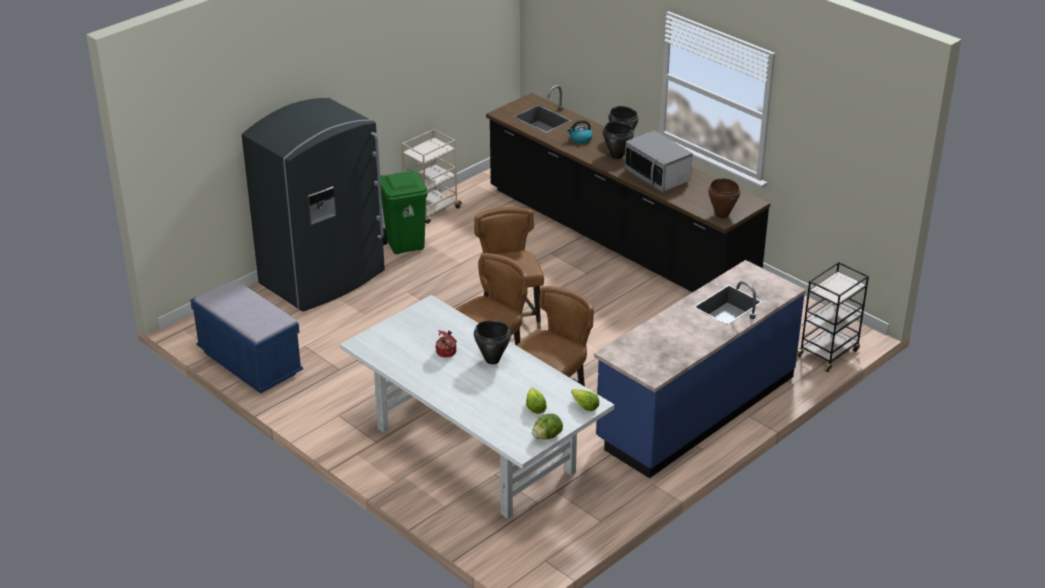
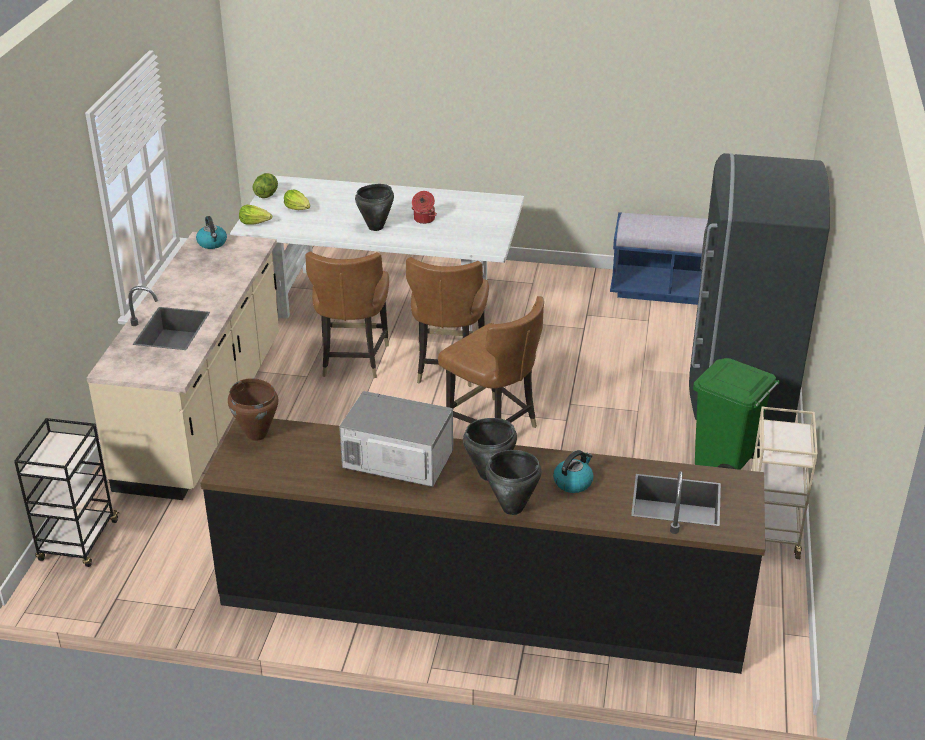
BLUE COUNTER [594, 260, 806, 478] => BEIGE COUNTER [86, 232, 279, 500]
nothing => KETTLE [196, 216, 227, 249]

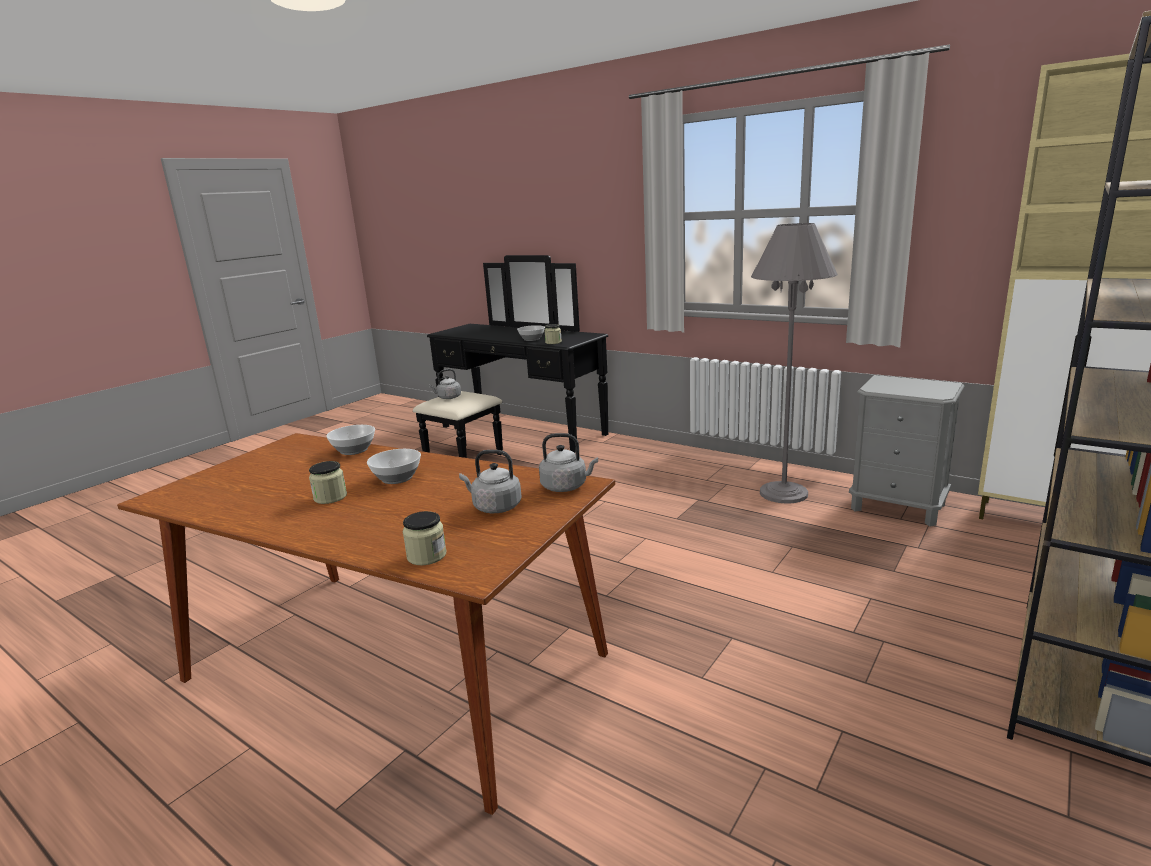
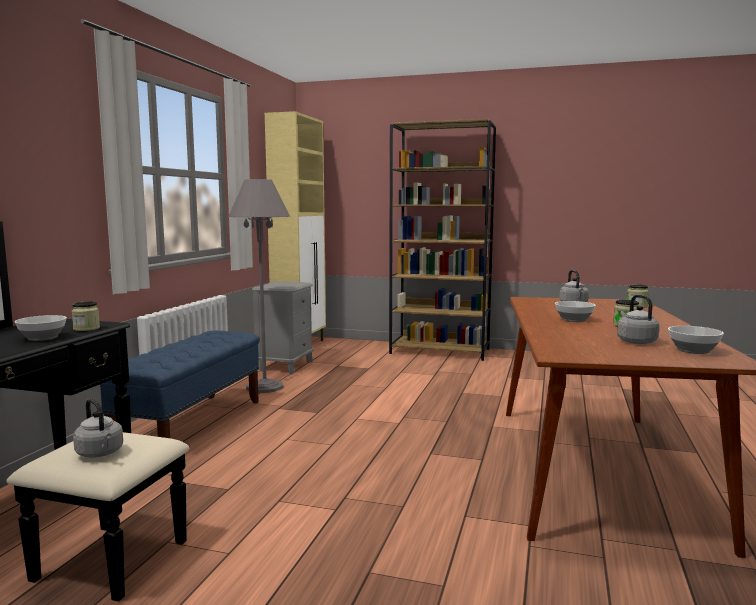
BOWL [326, 425, 375, 455] => BOWL [668, 326, 724, 354], moved
GREY KETTLE [539, 433, 598, 492] => GREY KETTLE [617, 295, 659, 344], moved
nothing => BLUE BENCH [100, 331, 260, 438]

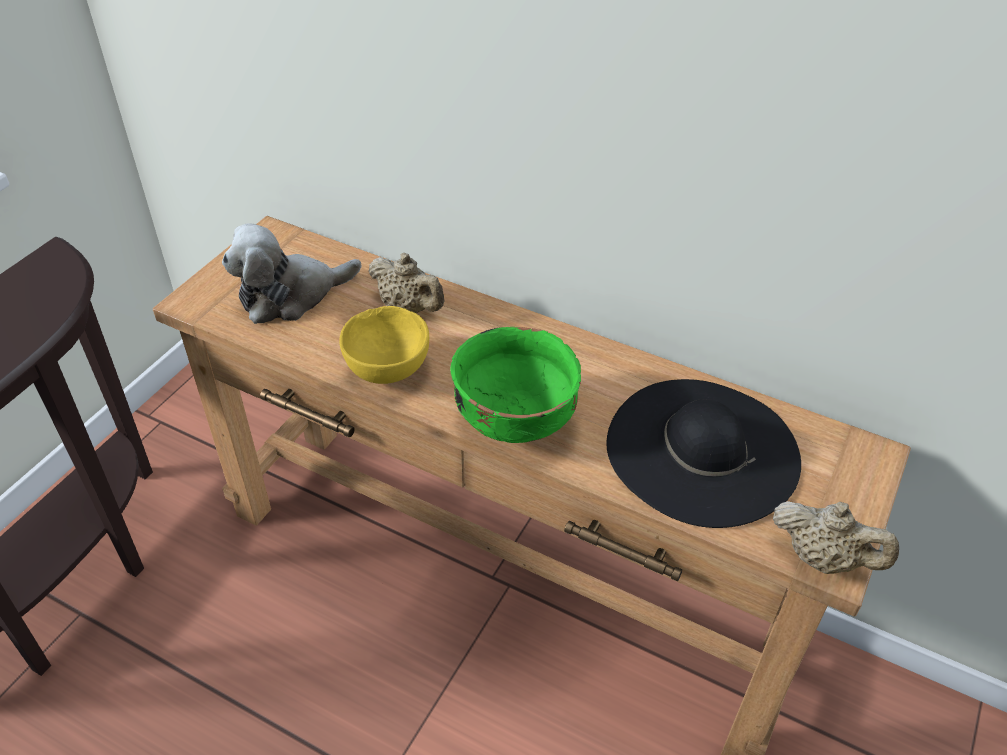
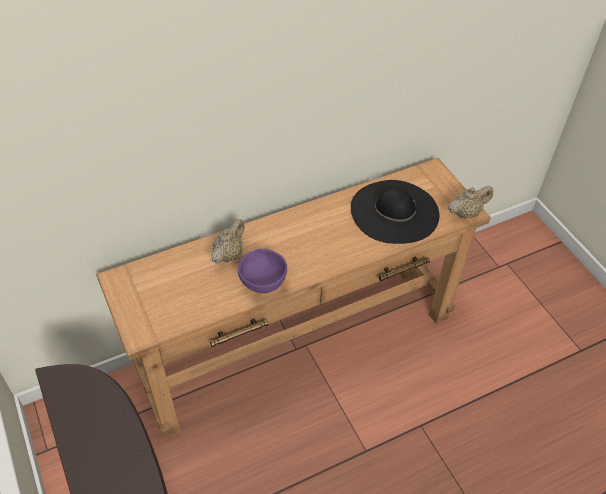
PLUSH TOY [222, 223, 362, 324] => nothing
BEIGE TEAPOT [368, 253, 444, 313] => BEIGE TEAPOT [211, 219, 245, 264], 45 degrees counterclockwise
YELLOW BOWL [339, 306, 429, 384] => PURPLE BOWL [238, 249, 287, 293]
GREEN BOWL [450, 327, 581, 443] => nothing

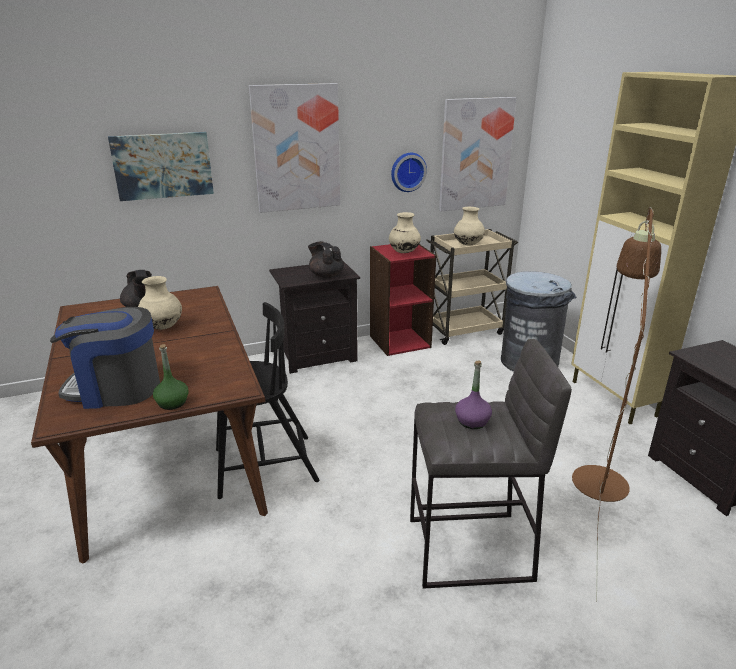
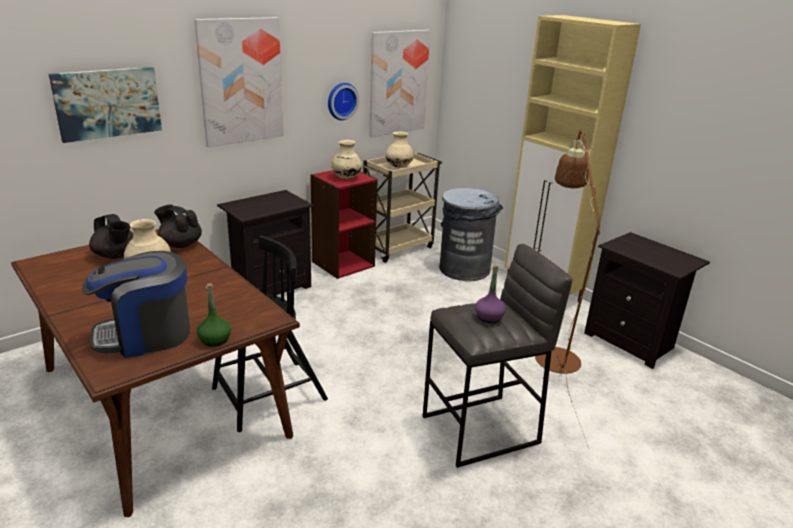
BLACK TEAPOT [308, 241, 344, 278] => BLACK TEAPOT [154, 205, 202, 248], moved

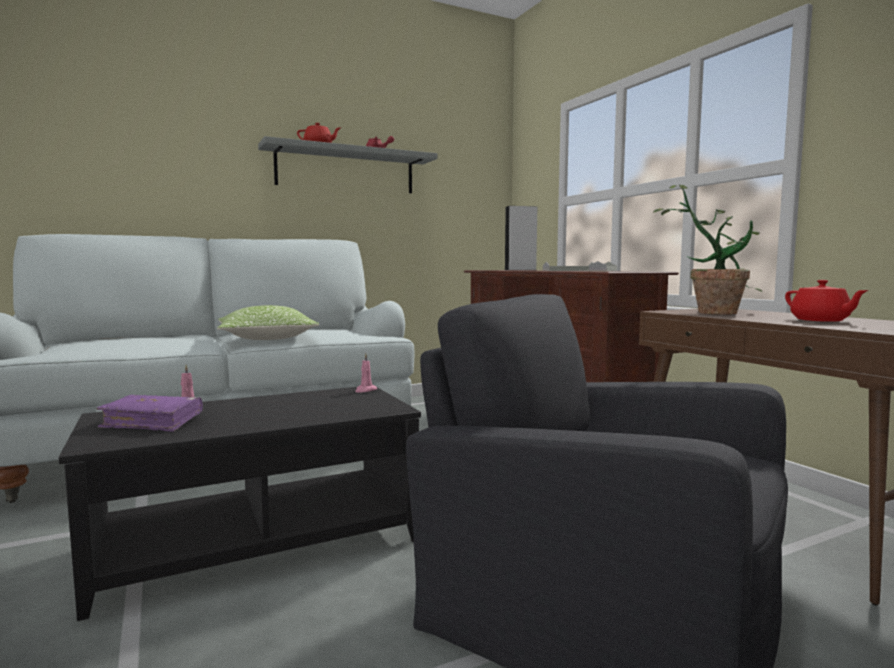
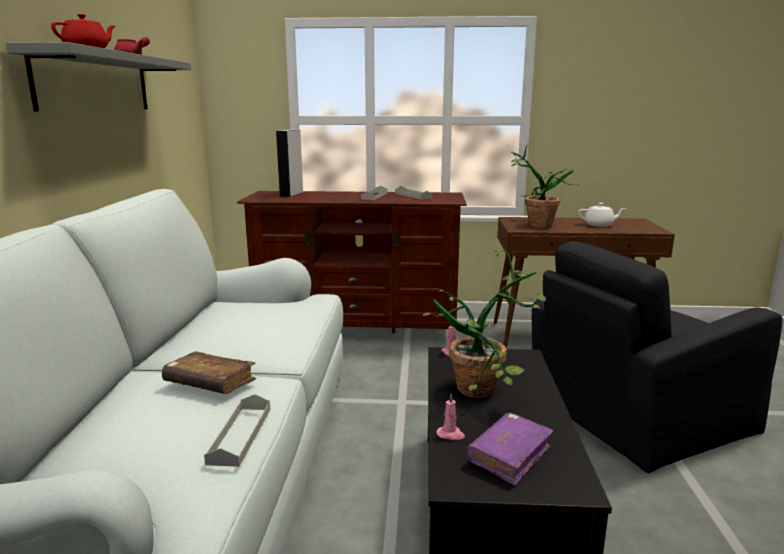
RED TEAPOT [785, 280, 869, 322] => WHITE TEAPOT [578, 203, 626, 227]
PILLOW [217, 305, 319, 340] => nothing
nothing => POTTED PLANT [423, 250, 546, 398]
nothing => BROWN BOOK [162, 351, 256, 394]
nothing => GREY TRAY [204, 394, 271, 467]

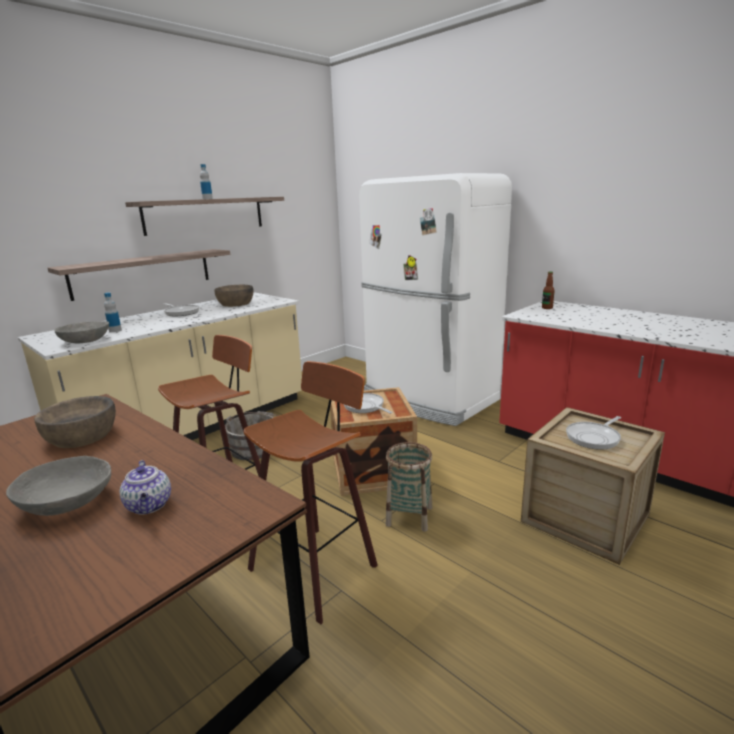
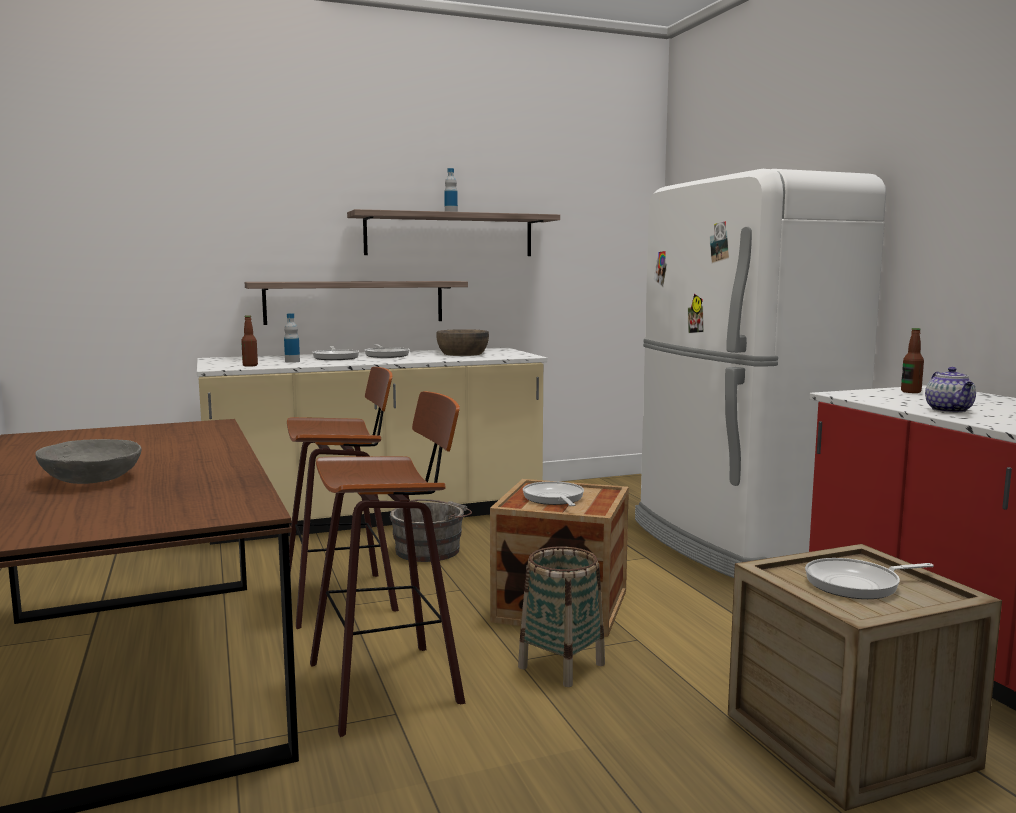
GREY BOWL [54, 321, 109, 343] => BOTTLE [241, 315, 258, 367]
BROWN BOWL [34, 396, 116, 448] => nothing
TEAPOT [120, 460, 171, 515] => TEAPOT [925, 367, 976, 413], moved
nothing => FRYING PAN [312, 346, 359, 360]

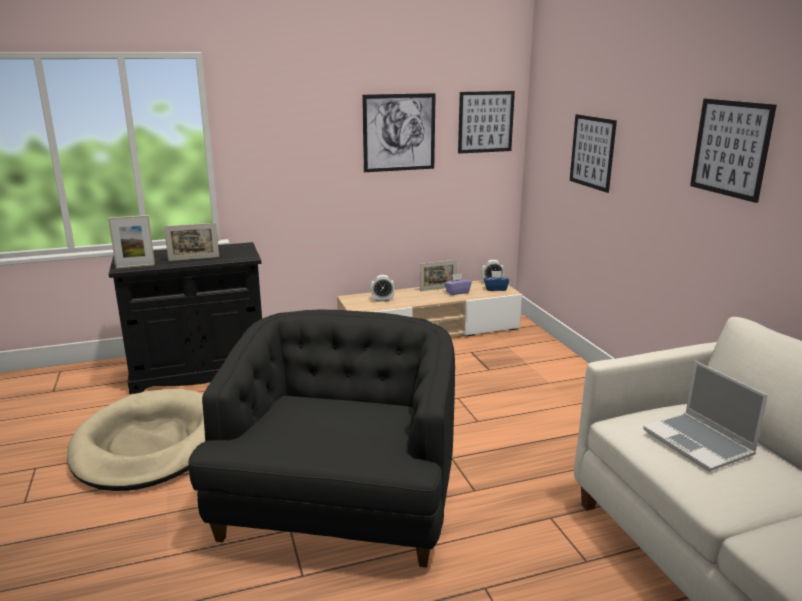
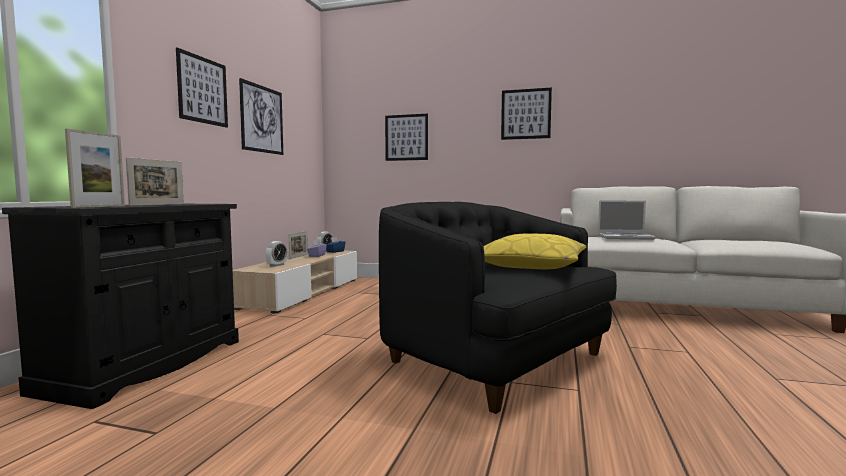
PICTURE [458, 91, 515, 154] => PICTURE [176, 47, 228, 128], moved
BEIGE DOG BED [67, 389, 205, 491] => nothing
nothing => YELLOW PILLOW [483, 234, 586, 269]

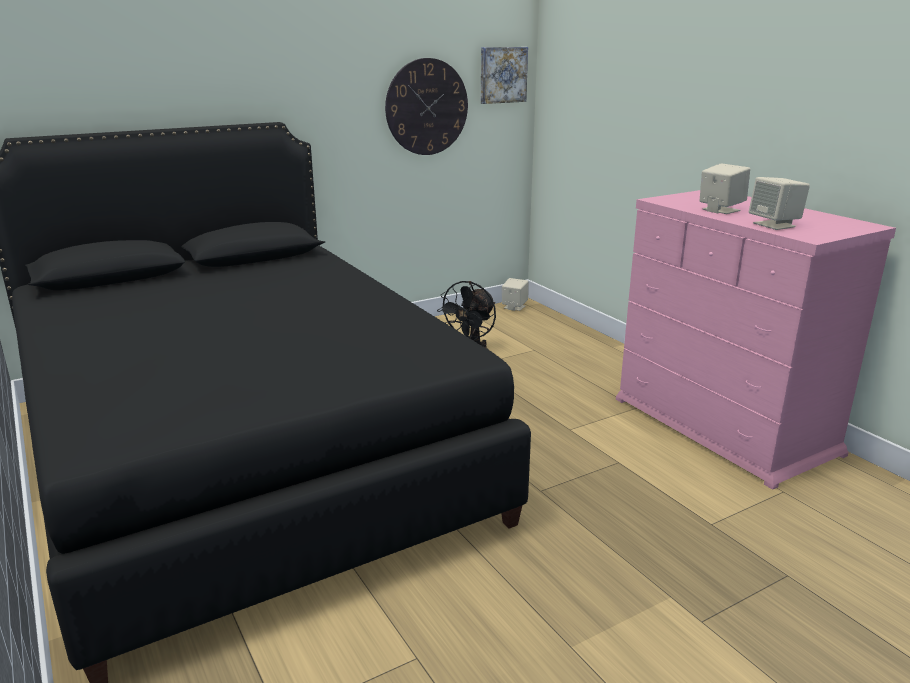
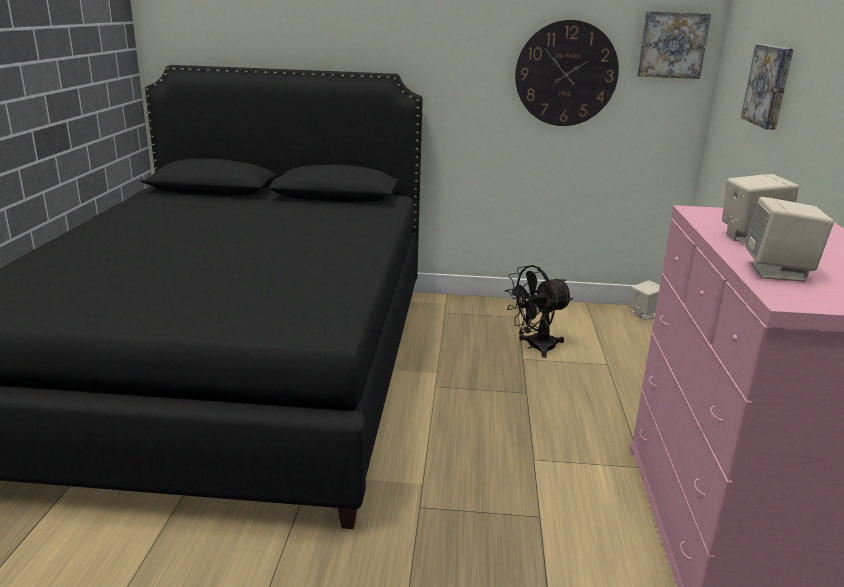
nothing => PICTURE [741, 44, 793, 130]

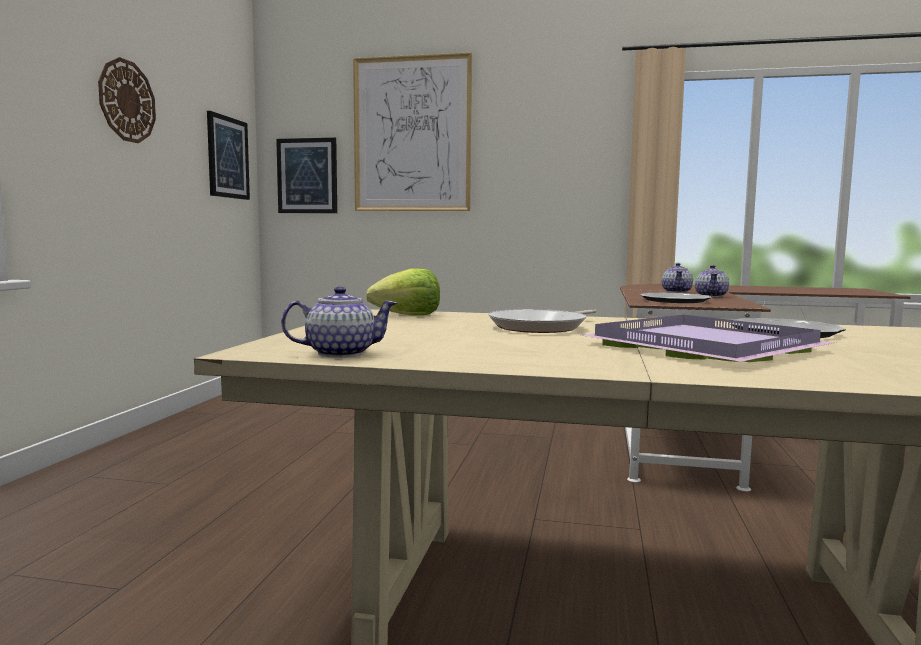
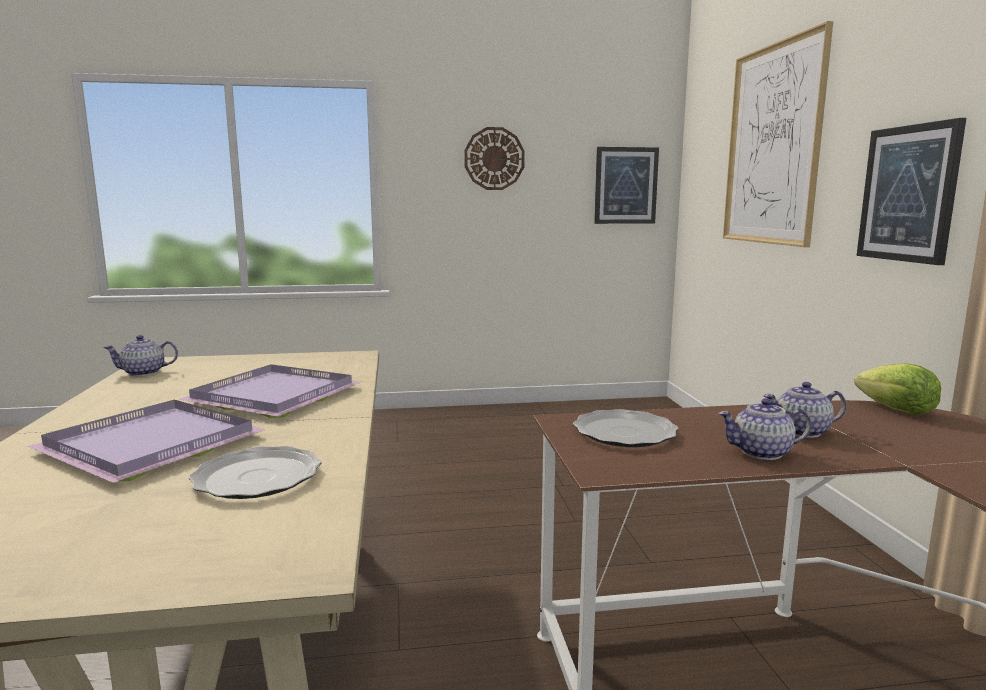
PICTURE [276, 137, 337, 213] => PICTURE [857, 118, 966, 265], moved
LETTUCE [366, 268, 440, 316] => LETTUCE [854, 363, 941, 415], moved
TEAPOT [281, 286, 397, 358] => TEAPOT [103, 335, 178, 376], 105 degrees clockwise
FRYING PAN [488, 309, 597, 333] => PURPLE TRAY [179, 364, 361, 418]

